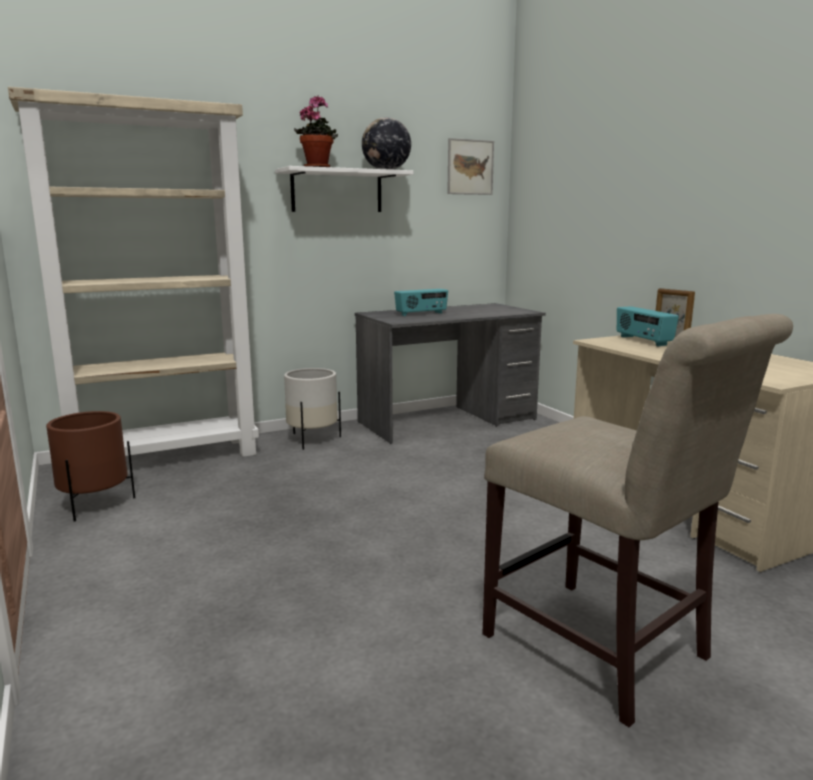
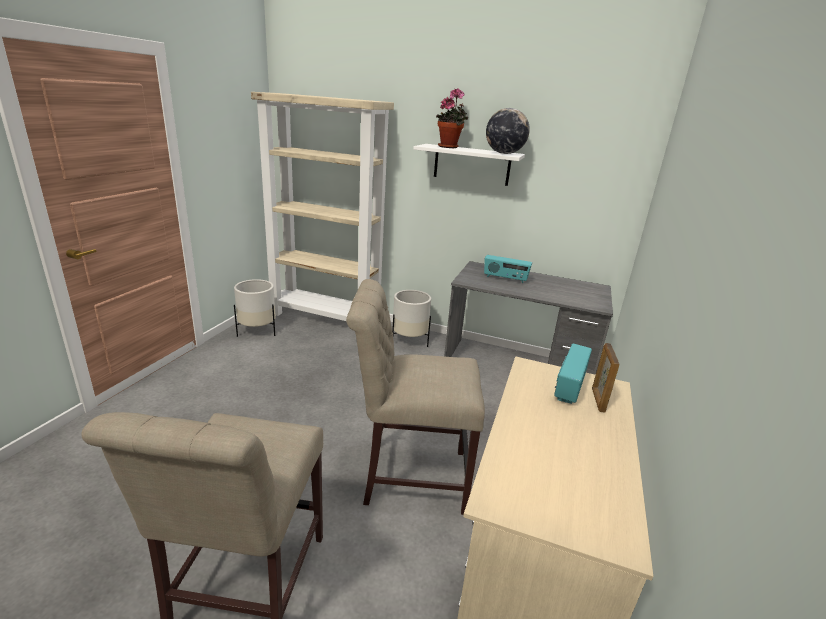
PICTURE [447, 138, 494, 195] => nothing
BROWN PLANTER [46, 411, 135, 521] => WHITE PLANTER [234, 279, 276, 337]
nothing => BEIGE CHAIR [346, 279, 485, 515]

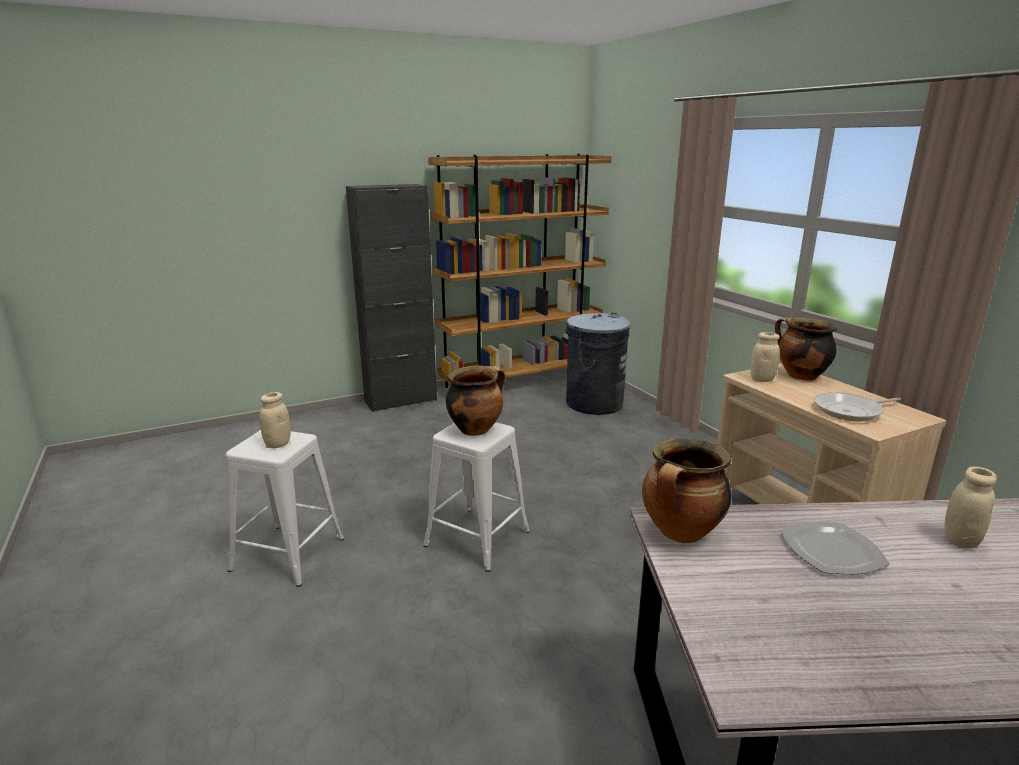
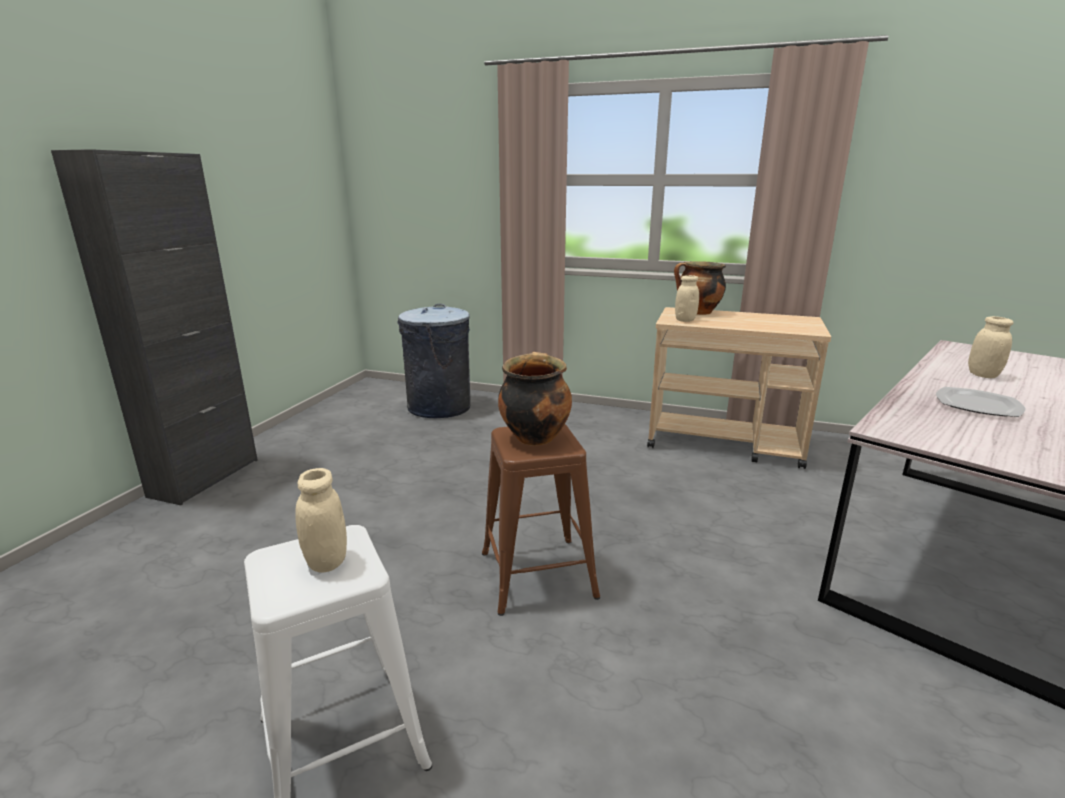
BROWN BOOKCASE [428, 154, 611, 388] => nothing
FRYING PAN [814, 392, 901, 421] => nothing
WHITE STOOL [423, 422, 530, 572] => BROWN STOOL [482, 424, 600, 616]
COOKING POT [642, 438, 732, 543] => nothing

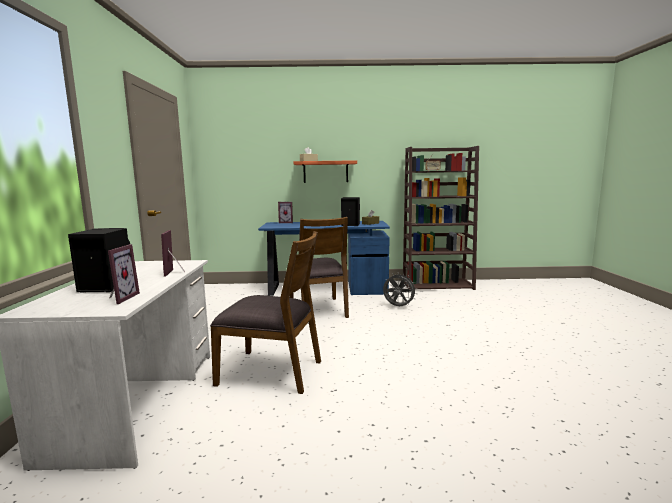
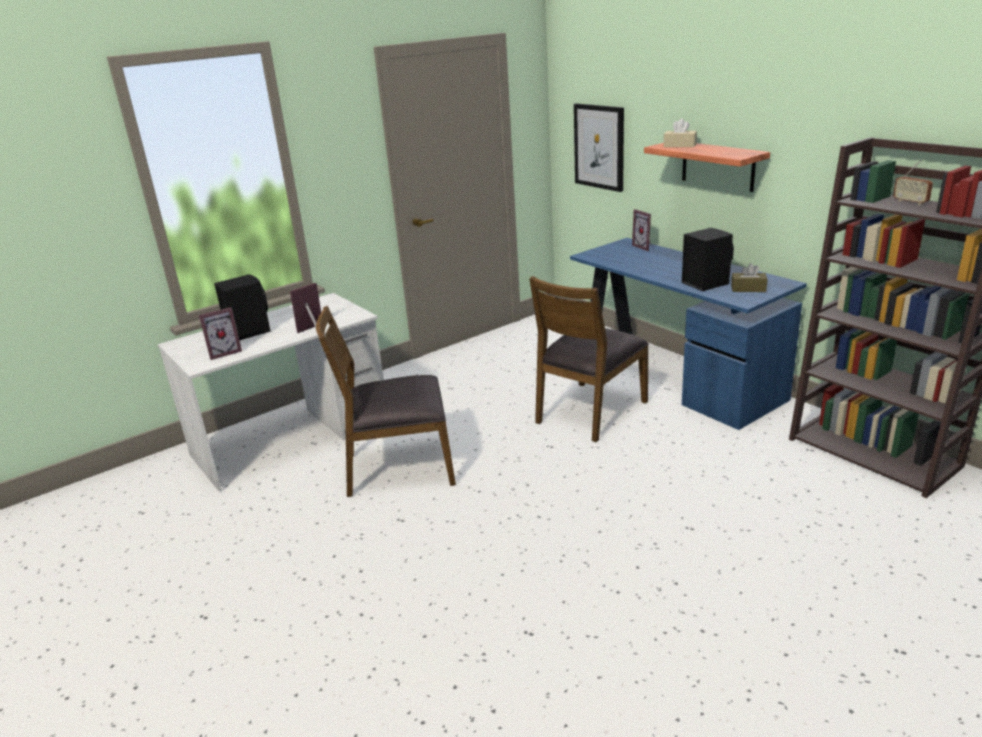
BROWN CHAIR [210, 231, 321, 394] => BROWN CHAIR [316, 306, 456, 497], 105 degrees clockwise
GREY FAN [383, 272, 418, 307] => nothing
nothing => PICTURE [574, 103, 624, 192]

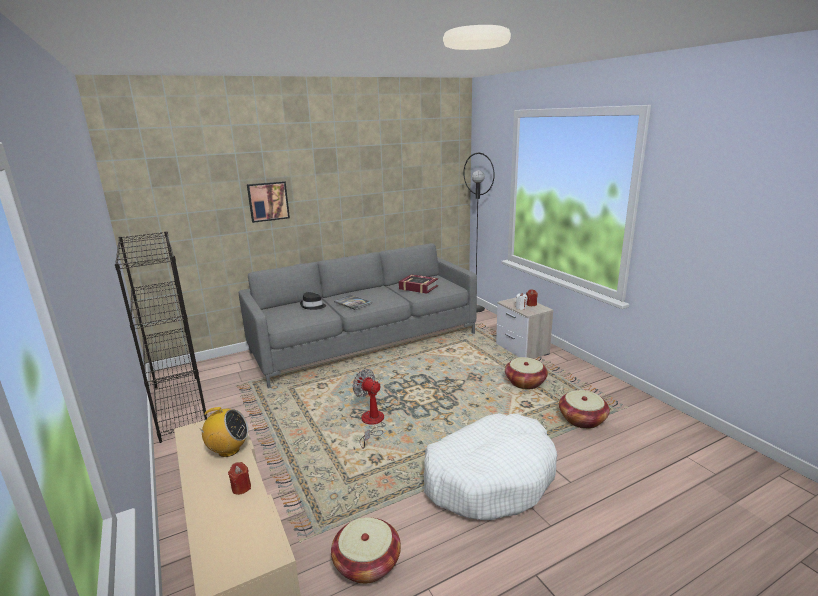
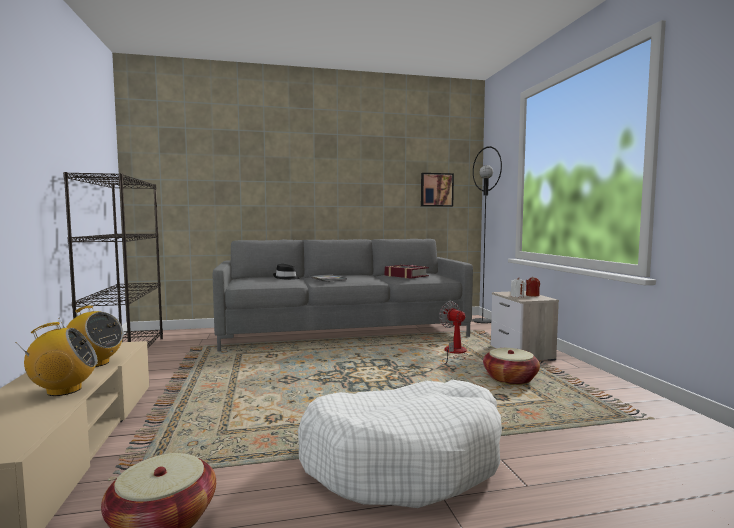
PICTURE [247, 181, 290, 223] => PICTURE [421, 173, 454, 207], moved
FAN [353, 369, 386, 449] => FAN [439, 301, 468, 364], moved
BASKET [559, 390, 610, 429] => nothing
RED CANDLE [228, 462, 251, 495] => RADIO [15, 322, 98, 396]

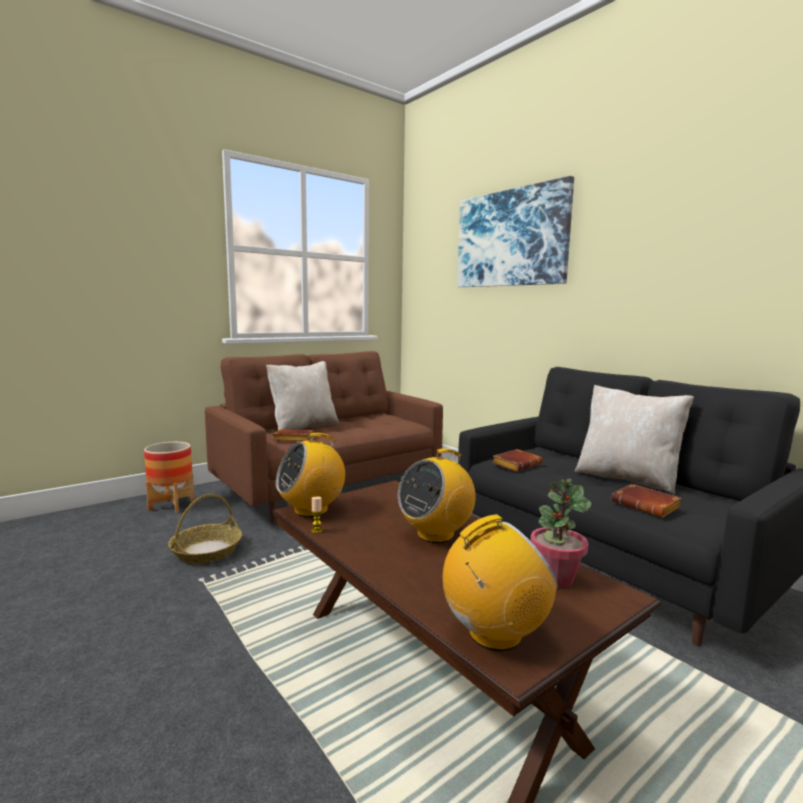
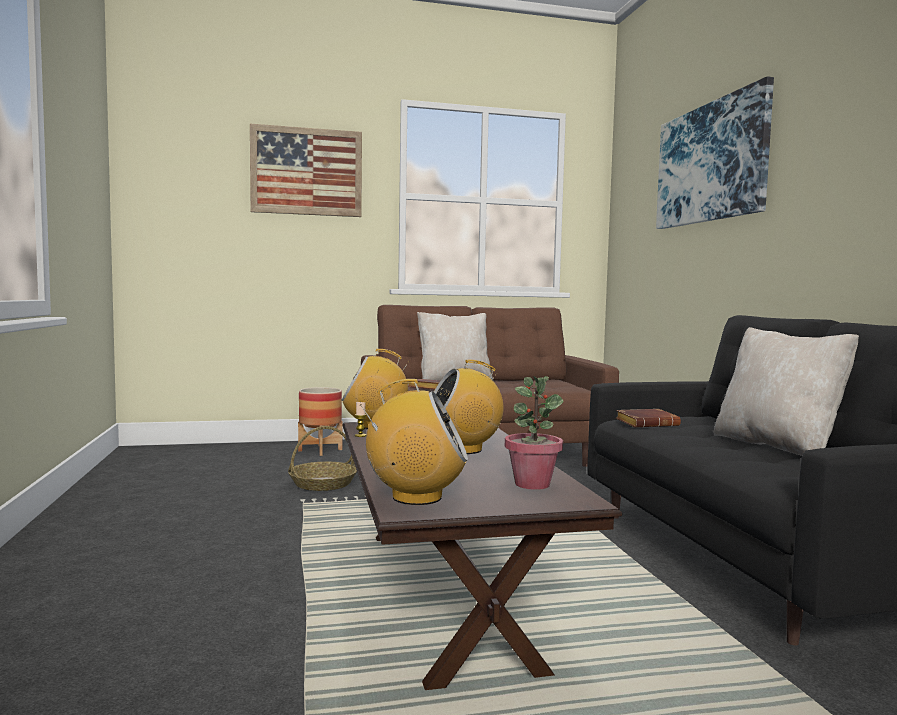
BROWN BOOK [612, 484, 682, 518] => nothing
nothing => PICTURE [250, 124, 362, 217]

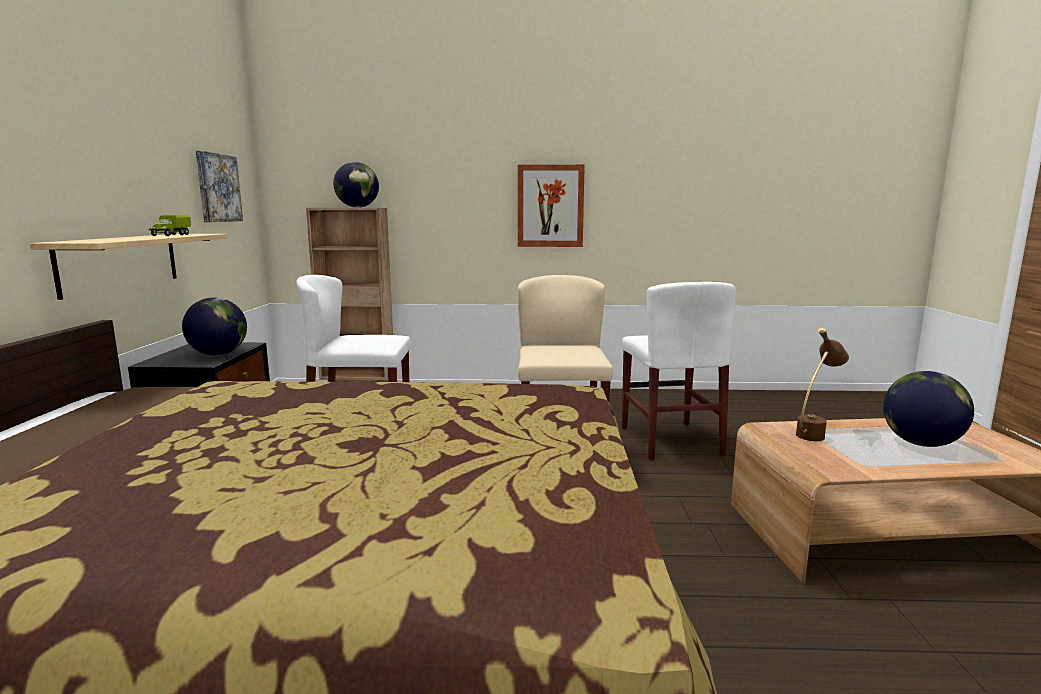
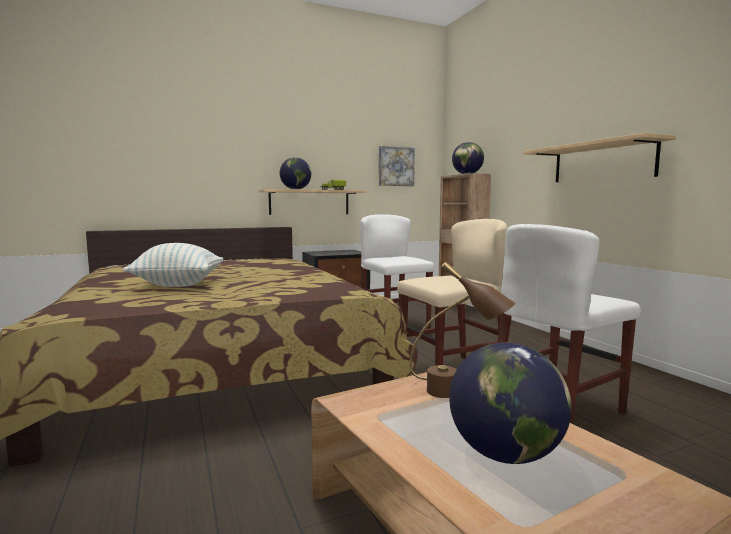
PICTURE [518, 165, 585, 247] => SHELF [523, 133, 676, 182]
GLOBE [182, 298, 247, 356] => GLOBE [280, 157, 311, 189], moved
nothing => PILLOW [122, 243, 223, 287]

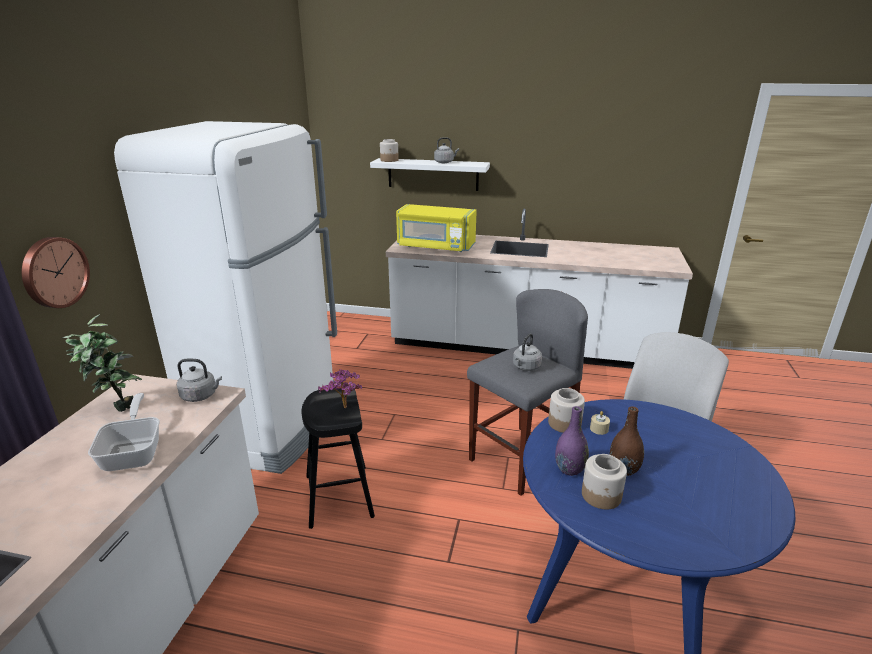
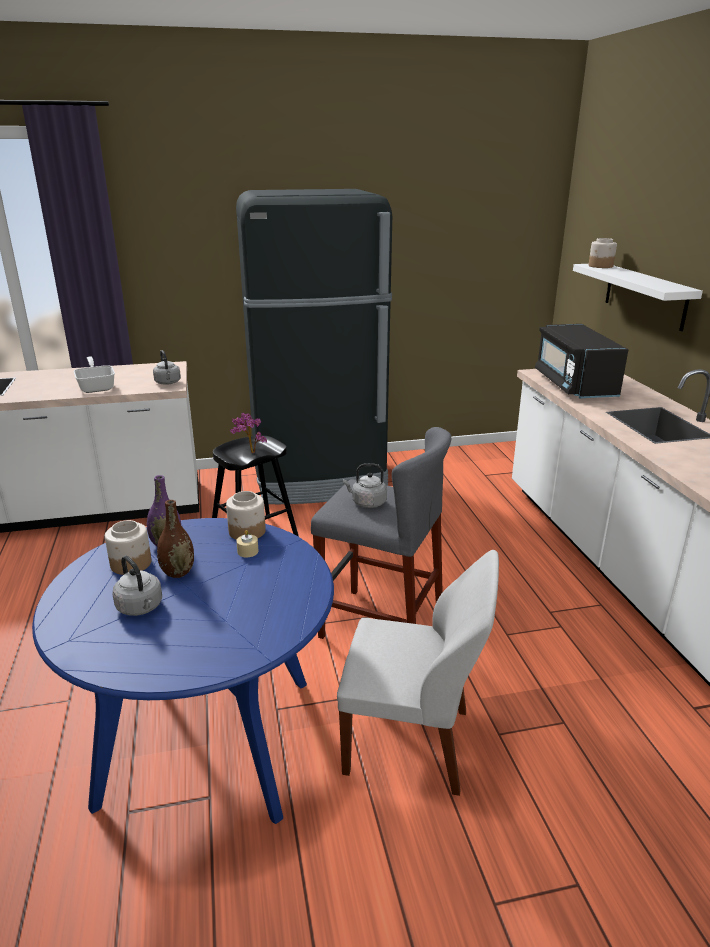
WHITE FRIDGE [114, 121, 337, 474] => BLACK FRIDGE [236, 189, 392, 504]
GREY KETTLE [434, 137, 459, 163] => GREY KETTLE [112, 556, 162, 616], moved
YELLOW MICROWAVE [396, 204, 477, 252] => BLACK MICROWAVE [535, 324, 628, 399]
WALL CLOCK [22, 237, 90, 308] => nothing
POTTED PLANT [62, 314, 142, 412] => nothing
FRYING PAN [88, 393, 160, 471] => FRYING PAN [73, 356, 115, 393], 75 degrees counterclockwise

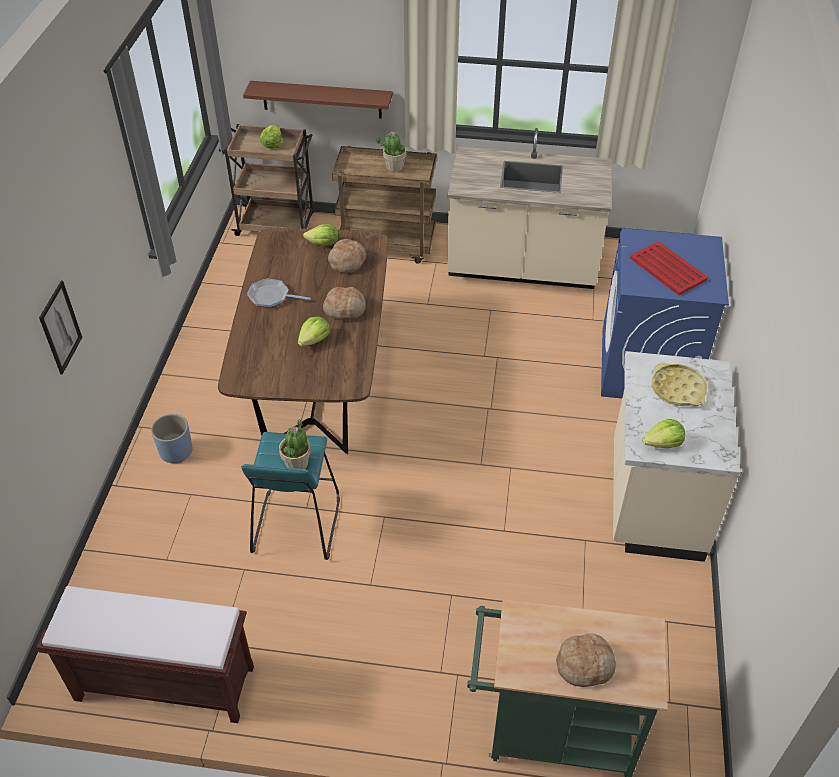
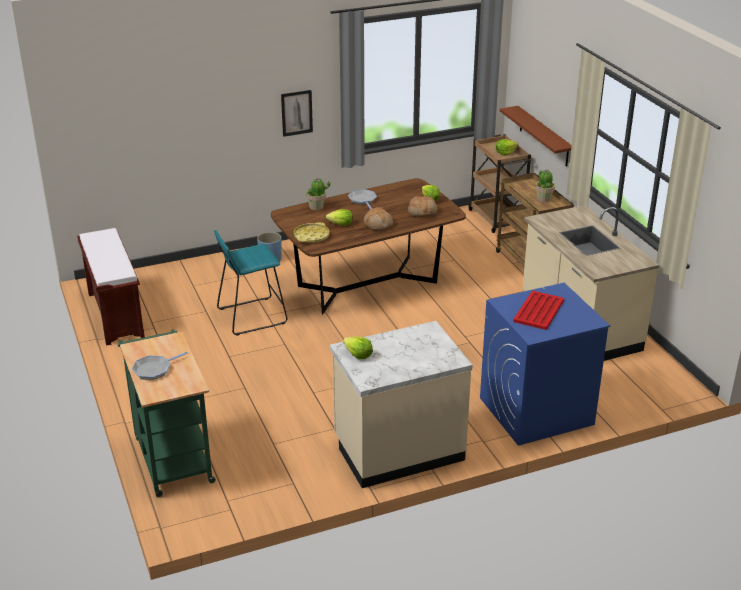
PICTURE [39, 281, 82, 374] => PICTURE [281, 90, 313, 137], moved
YELLOW TRAY [652, 363, 707, 406] => YELLOW TRAY [293, 222, 330, 243], moved
POTTED PLANT [279, 419, 311, 469] => POTTED PLANT [306, 177, 330, 210], moved
BREAD [556, 633, 616, 687] => FRYING PAN [132, 352, 188, 380]

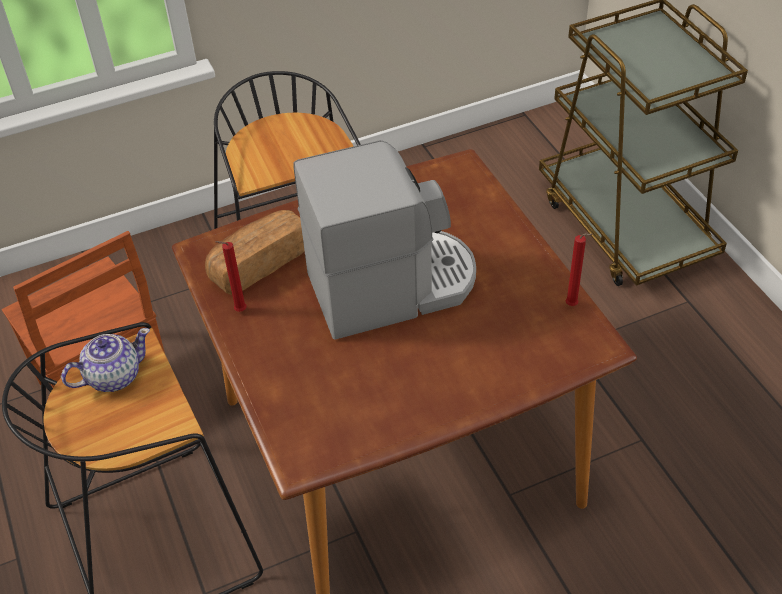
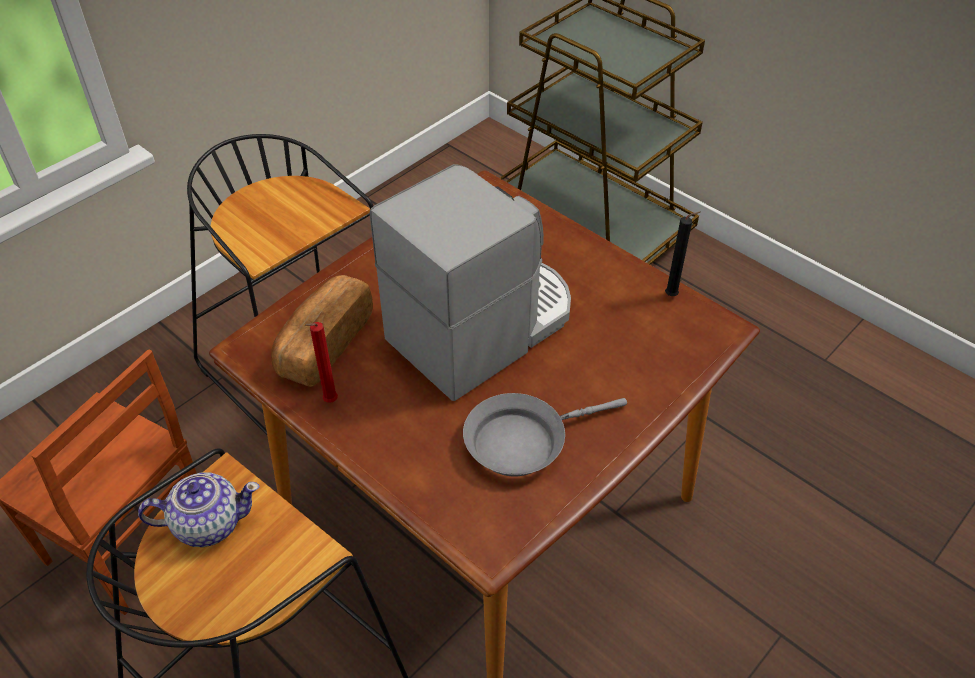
RED CANDLE [566, 233, 593, 306] => BLACK CANDLE [665, 212, 701, 296]
TEAPOT [61, 328, 150, 392] => TEAPOT [138, 473, 260, 547], 45 degrees clockwise
nothing => GREY FRYING PAN [463, 393, 627, 477]

